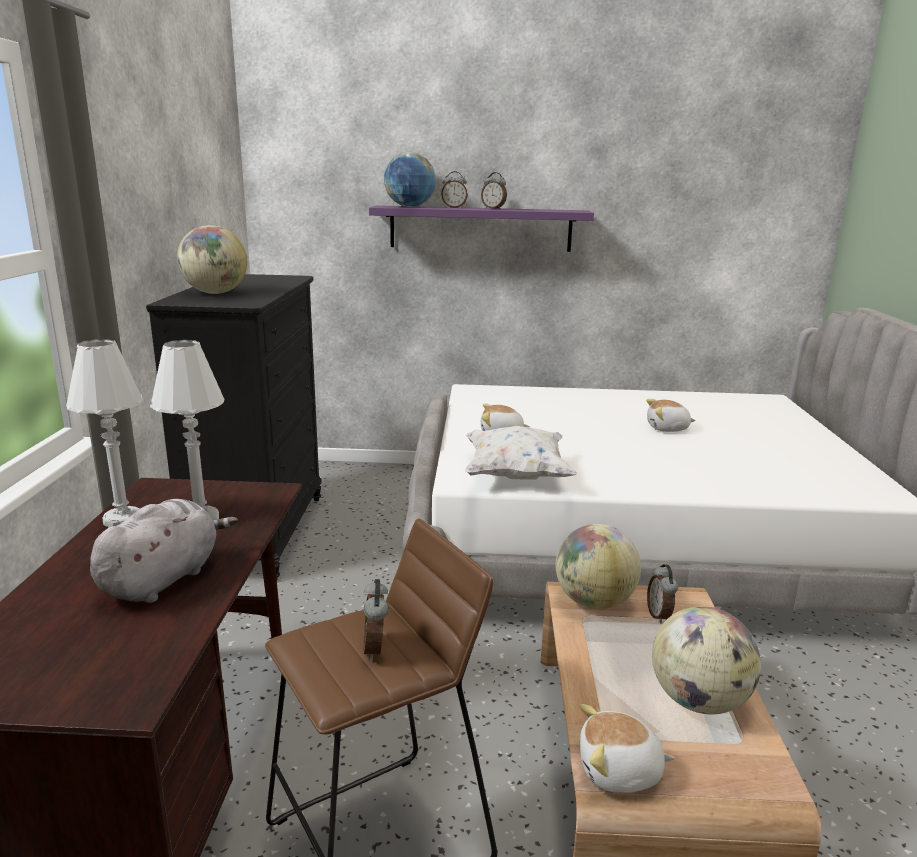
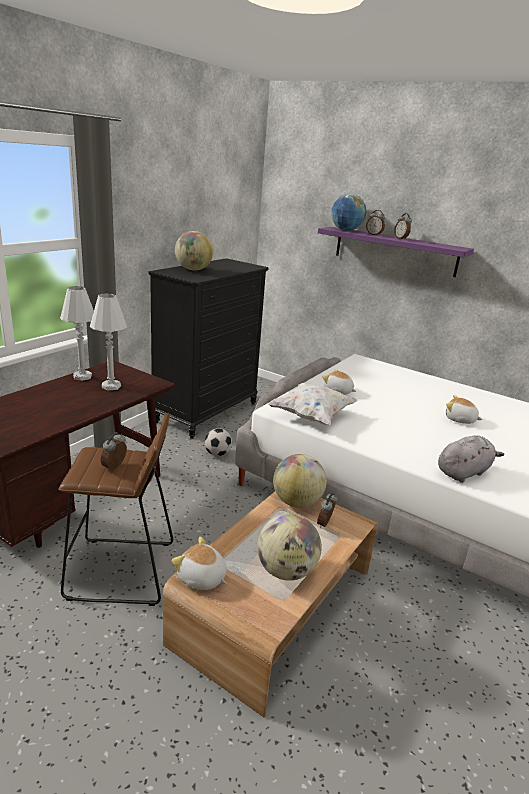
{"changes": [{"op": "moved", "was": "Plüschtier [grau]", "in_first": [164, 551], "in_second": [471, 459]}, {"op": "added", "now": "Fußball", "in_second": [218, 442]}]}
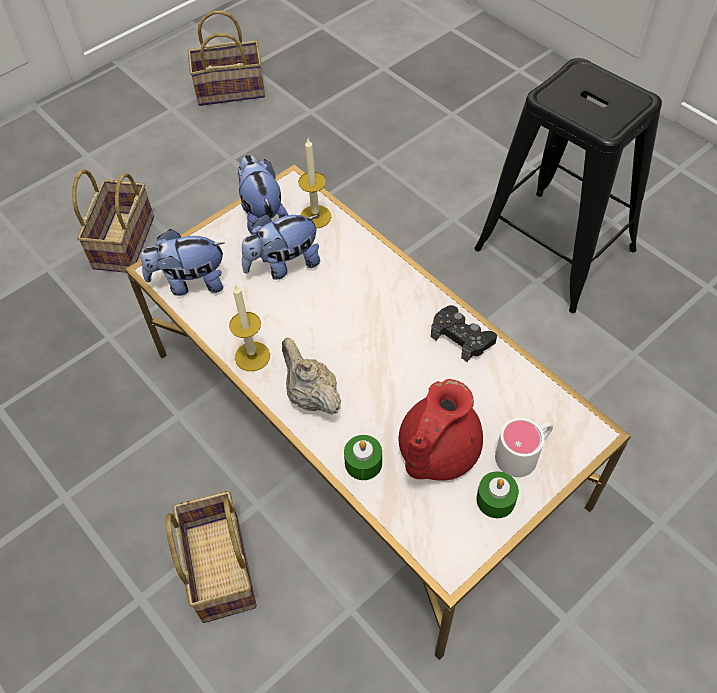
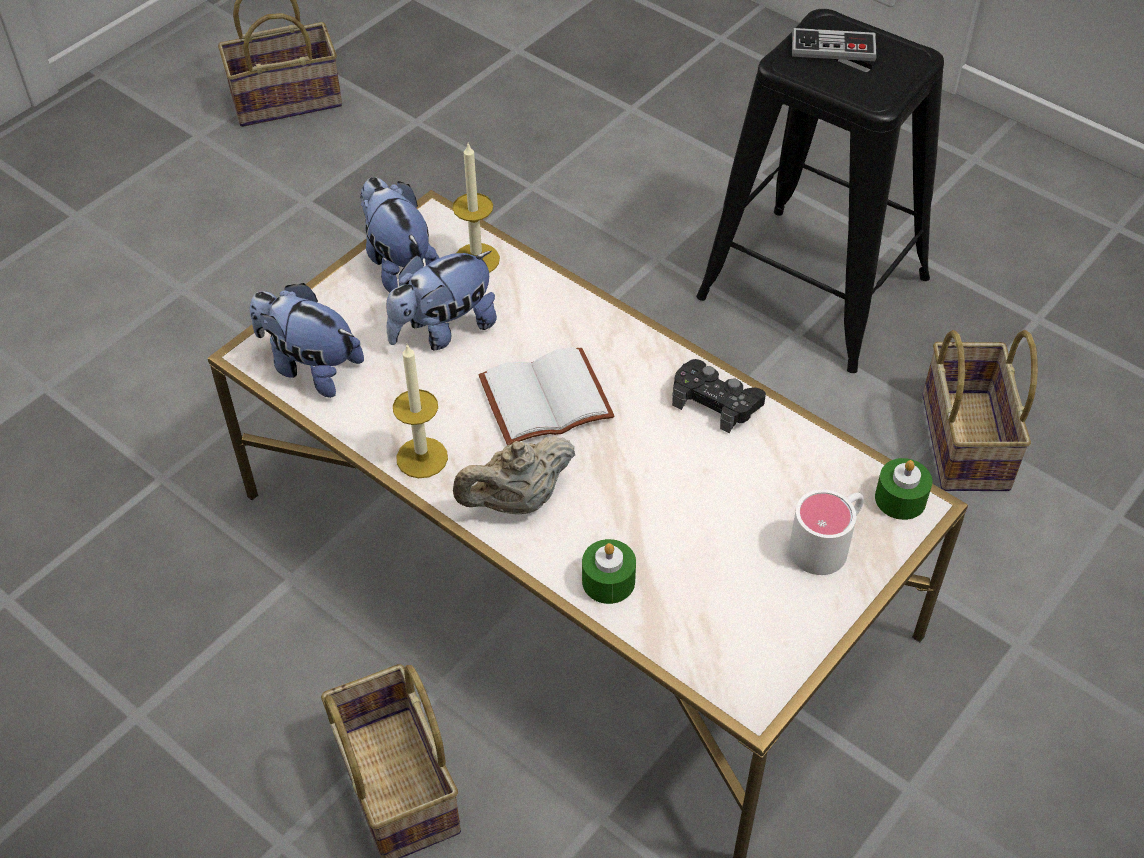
{"changes": [{"op": "moved", "was": "Korb", "in_first": [113, 221], "in_second": [980, 410]}, {"op": "turned", "was": "Plüschtier", "in_first": [182, 262], "in_second": [307, 340], "clockwise": 45}, {"op": "turned", "was": "Teekanne [beige]", "in_first": [311, 376], "in_second": [514, 475], "clockwise": -75}, {"op": "removed", "was": "Teekanne [rot]", "in_first": [441, 430]}, {"op": "moved", "was": "Kerze [grün]", "in_first": [497, 494], "in_second": [903, 489]}, {"op": "added", "now": "Gamepad", "in_second": [834, 44]}, {"op": "added", "now": "Buch [weiß]", "in_second": [546, 396]}]}
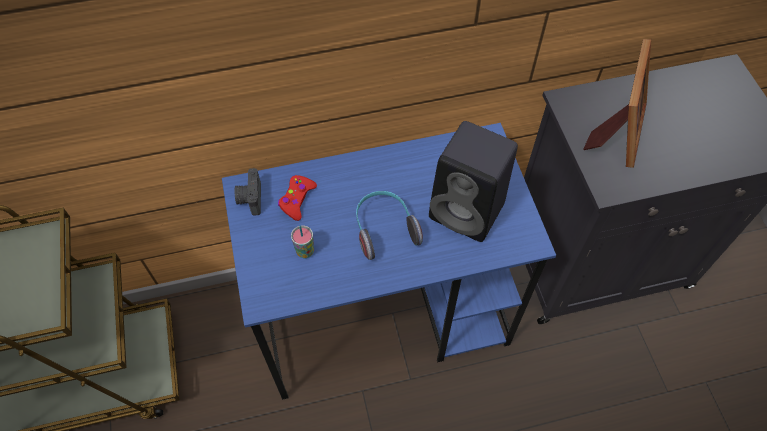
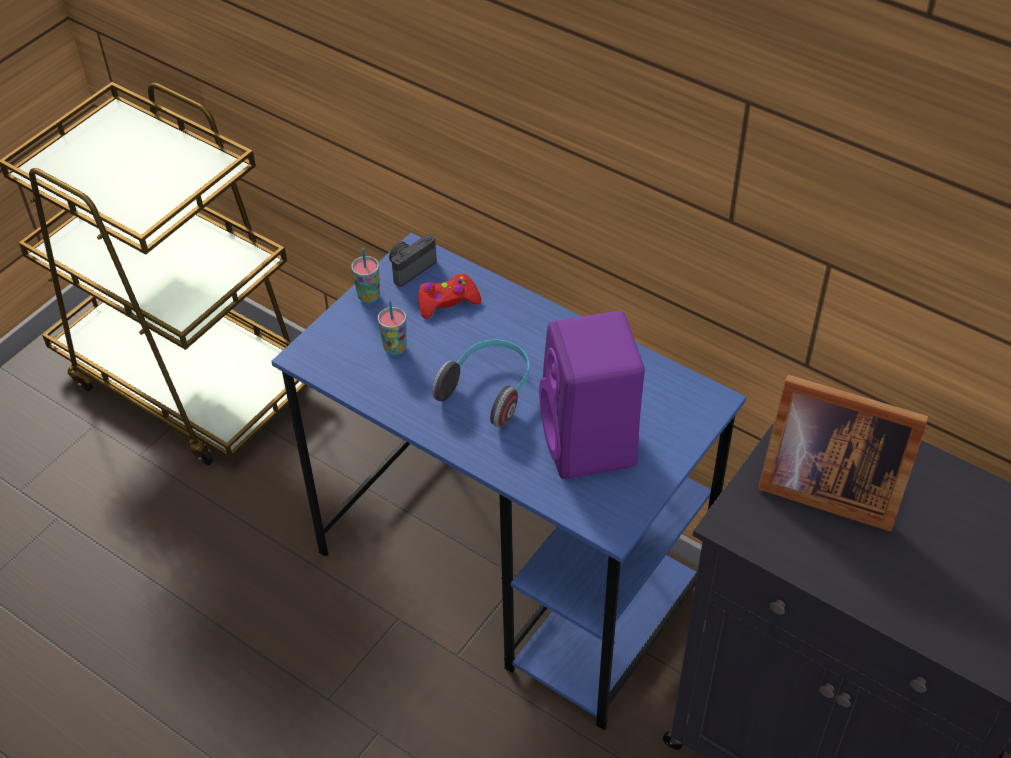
{"changes": [{"op": "turned", "was": "Bilderrahmen", "in_first": [617, 103], "in_second": [843, 453], "clockwise": 45}, {"op": "recoloured", "was": "Lautsprecher [schwarz]", "now": "Lautsprecher [lila]", "in_first": [473, 181], "in_second": [592, 395]}, {"op": "added", "now": "Tasse", "in_second": [365, 276]}]}
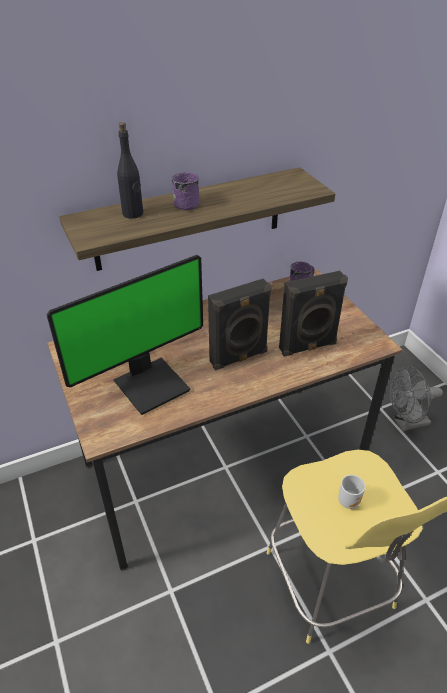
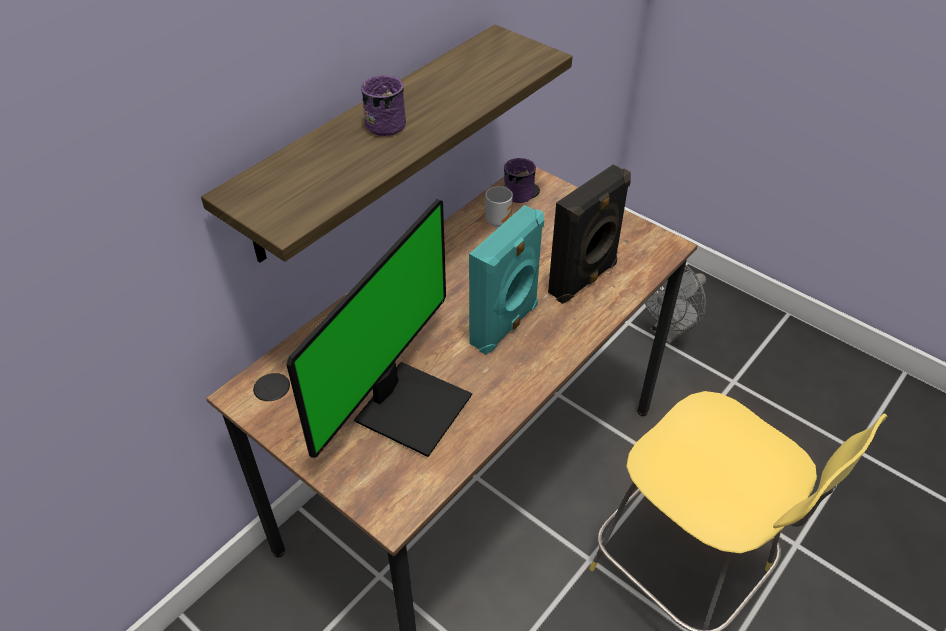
{"changes": [{"op": "removed", "was": "Flasche [schwarz]", "in_first": [130, 170]}, {"op": "recoloured", "was": "Lautsprecher [schwarz]", "now": "Lautsprecher [türkis]", "in_first": [240, 324], "in_second": [506, 280]}, {"op": "moved", "was": "Henkelbecher", "in_first": [351, 492], "in_second": [499, 206]}]}
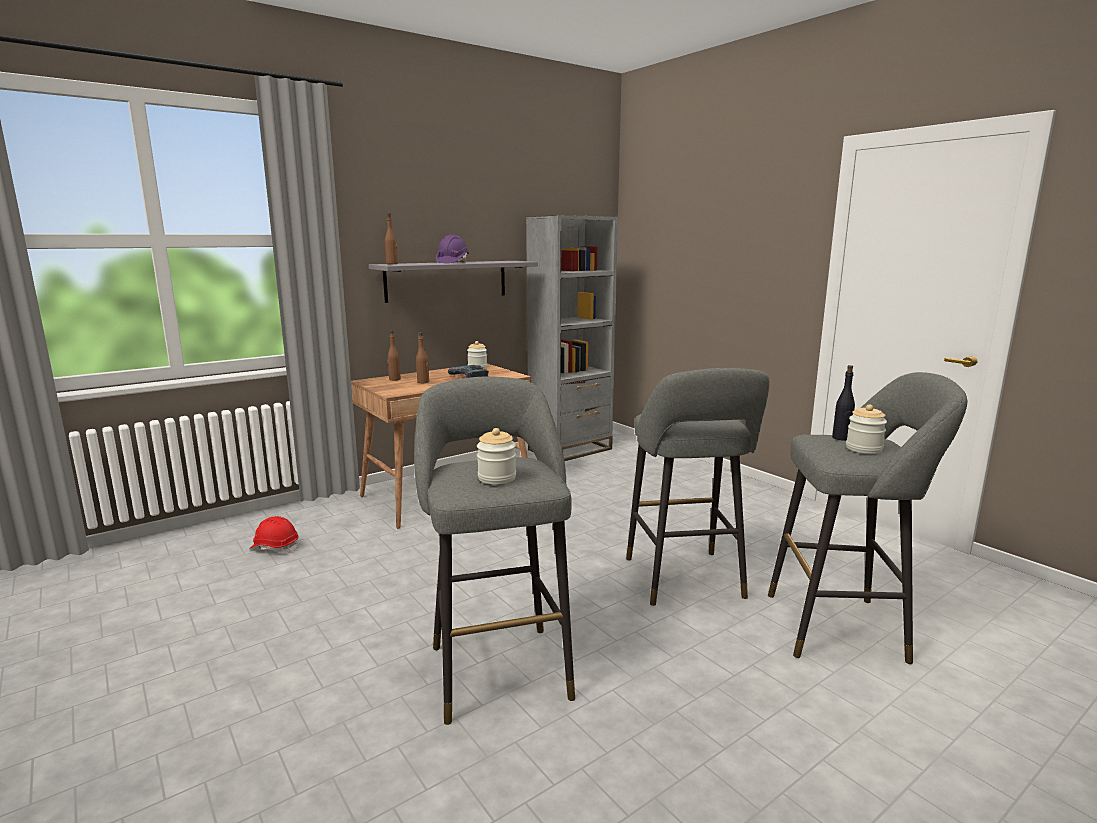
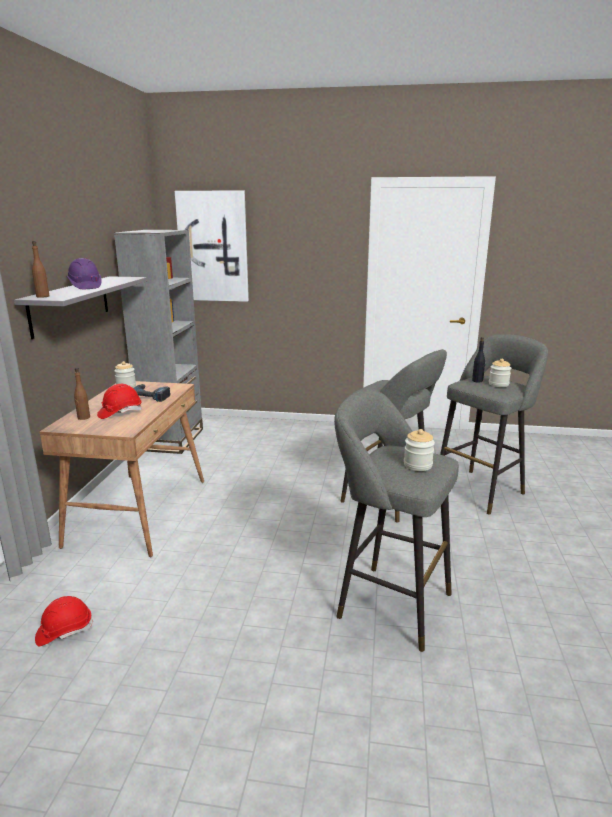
{"changes": [{"op": "replaced", "was": "Flasche [braun]", "now": "Schutzhelm [rot]", "in_first": [422, 357], "in_second": [119, 401]}, {"op": "added", "now": "Bild", "in_second": [212, 246]}]}
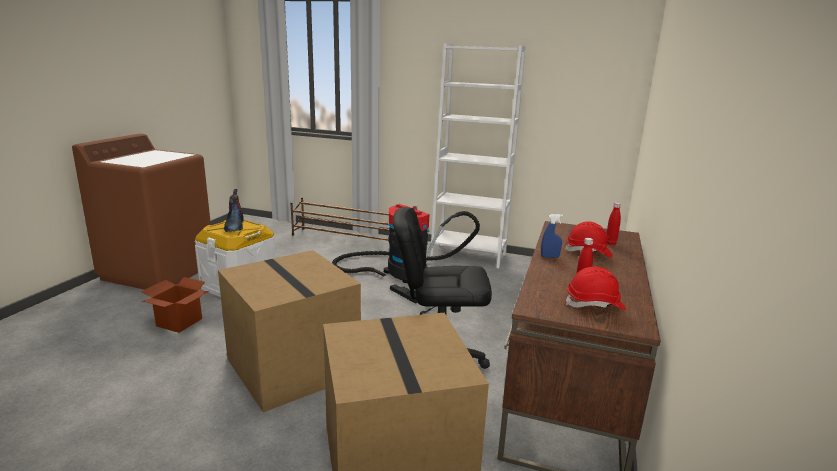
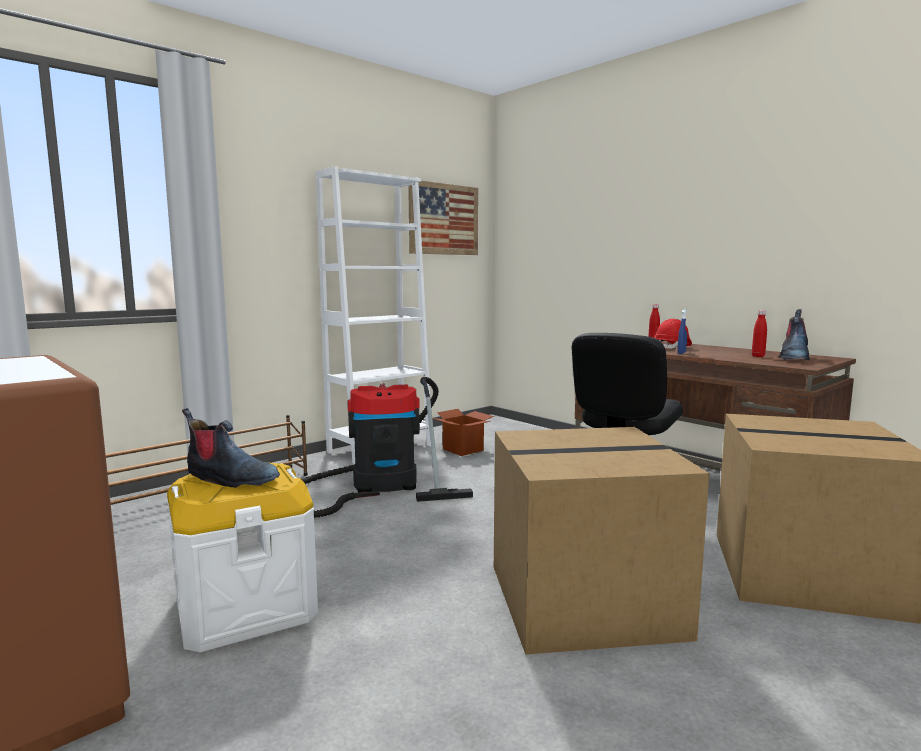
{"changes": [{"op": "replaced", "was": "Schutzhelm [rot]", "now": "Stiefel", "in_first": [596, 288], "in_second": [794, 334]}, {"op": "moved", "was": "Karton", "in_first": [175, 305], "in_second": [463, 432]}, {"op": "added", "now": "Bild", "in_second": [443, 218]}]}
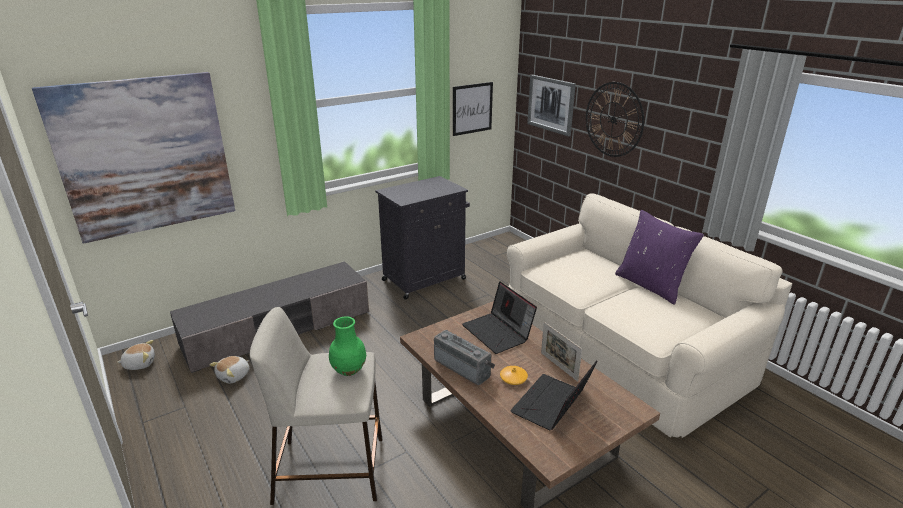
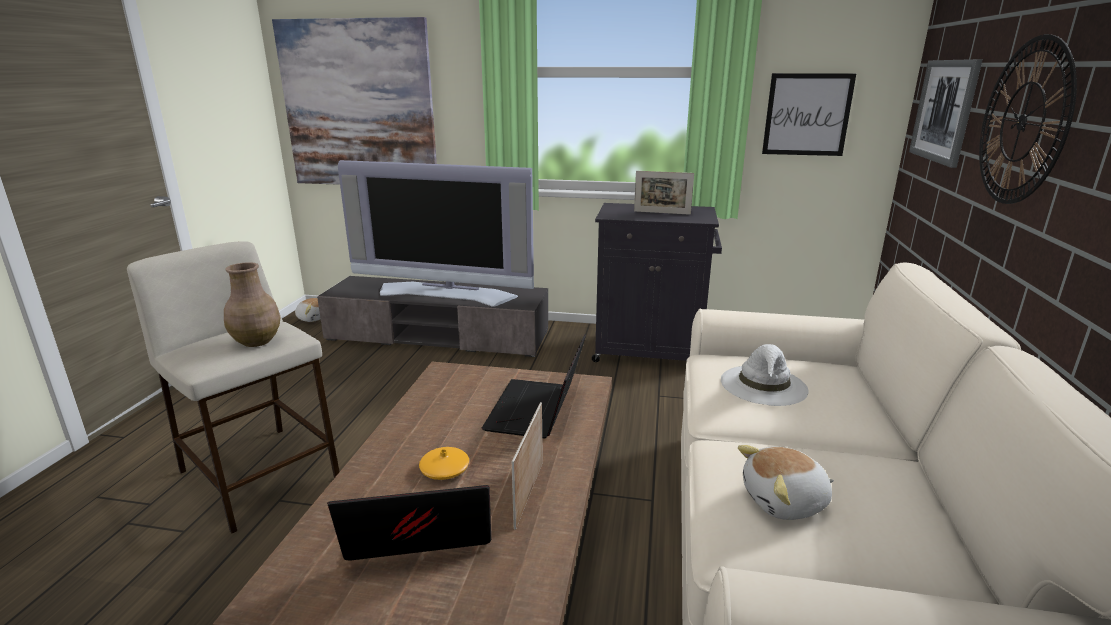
{"changes": [{"op": "removed", "was": "Kissen [lila]", "in_first": [659, 257]}, {"op": "recoloured", "was": "Vase [grün]", "now": "Vase [braun]", "in_first": [347, 346], "in_second": [252, 304]}, {"op": "removed", "was": "Radio", "in_first": [464, 357]}, {"op": "moved", "was": "Plüschtier", "in_first": [229, 369], "in_second": [786, 482]}, {"op": "added", "now": "Fernseher", "in_second": [436, 233]}, {"op": "added", "now": "Bilderrahmen", "in_second": [664, 193]}, {"op": "added", "now": "Hut [weiß]", "in_second": [765, 375]}]}
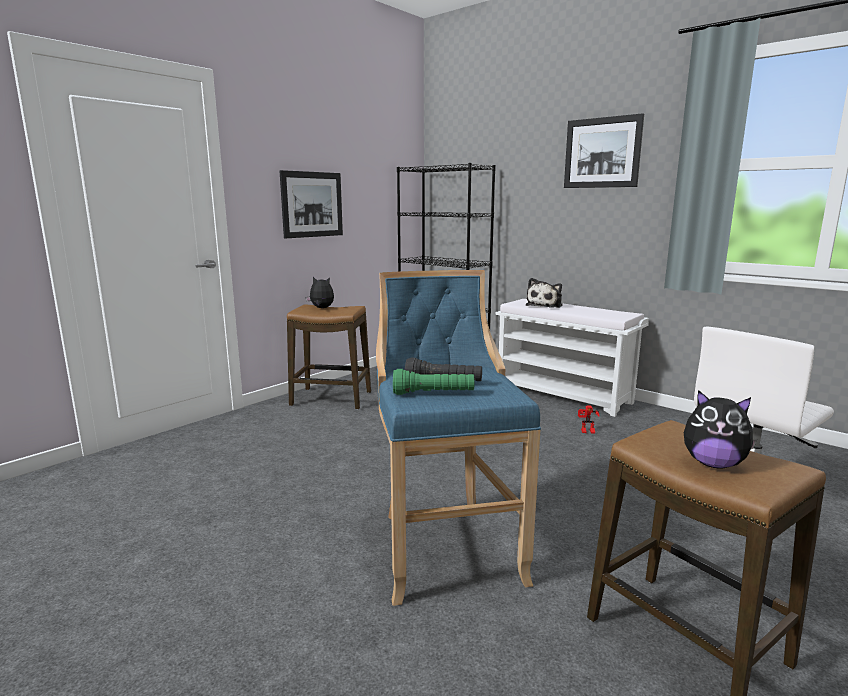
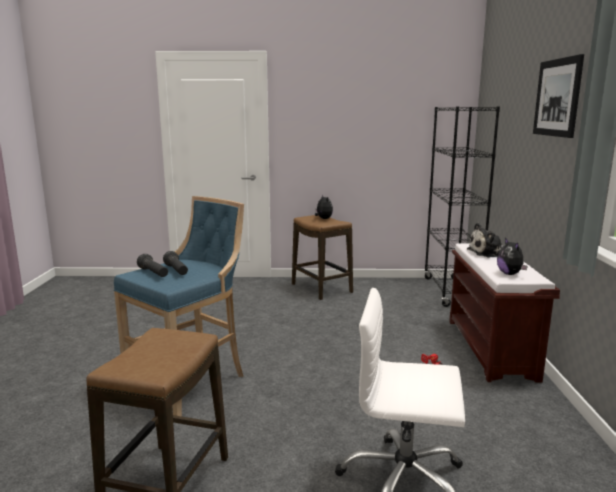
{"changes": [{"op": "removed", "was": "Bild", "in_first": [311, 204]}, {"op": "recoloured", "was": "Bank [weiß]", "now": "Bank [braun]", "in_first": [572, 358], "in_second": [504, 313]}, {"op": "recoloured", "was": "Taschenlampe [grün]", "now": "Taschenlampe [schwarz]", "in_first": [434, 382], "in_second": [152, 265]}, {"op": "moved", "was": "Plüschtier", "in_first": [720, 429], "in_second": [512, 256]}]}
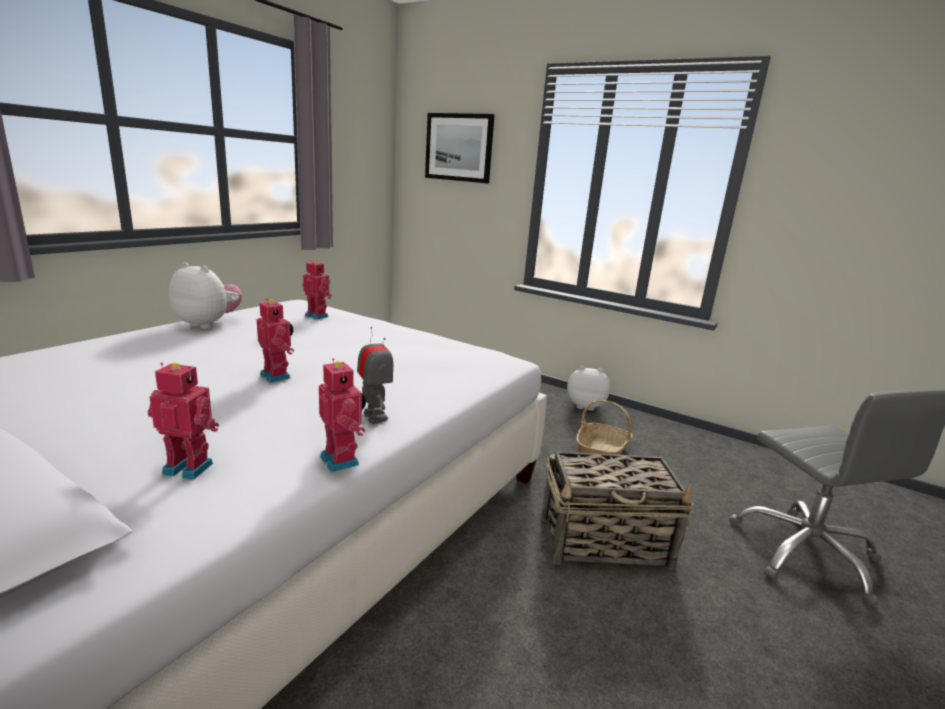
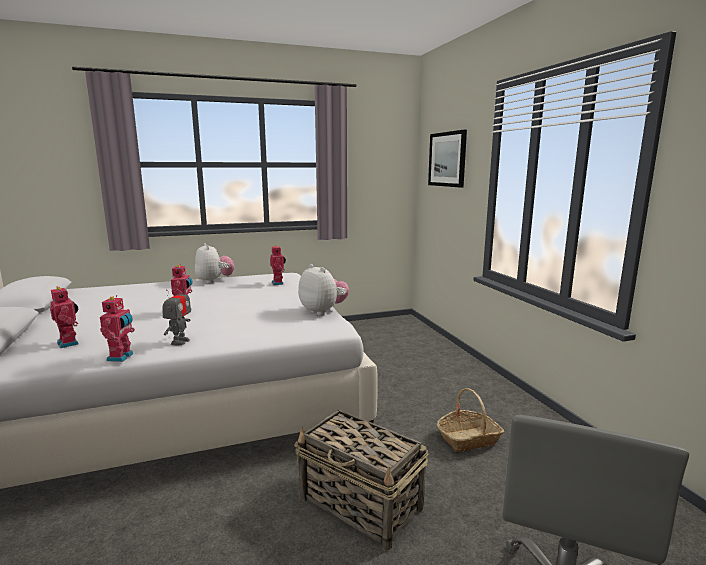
{"changes": [{"op": "moved", "was": "Plüschtier", "in_first": [588, 388], "in_second": [323, 289]}]}
